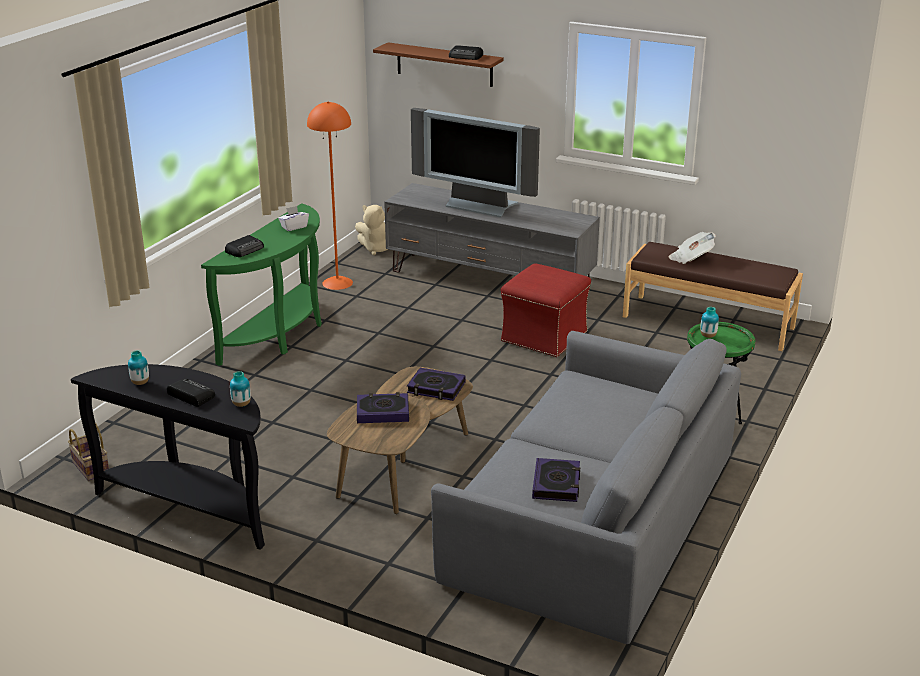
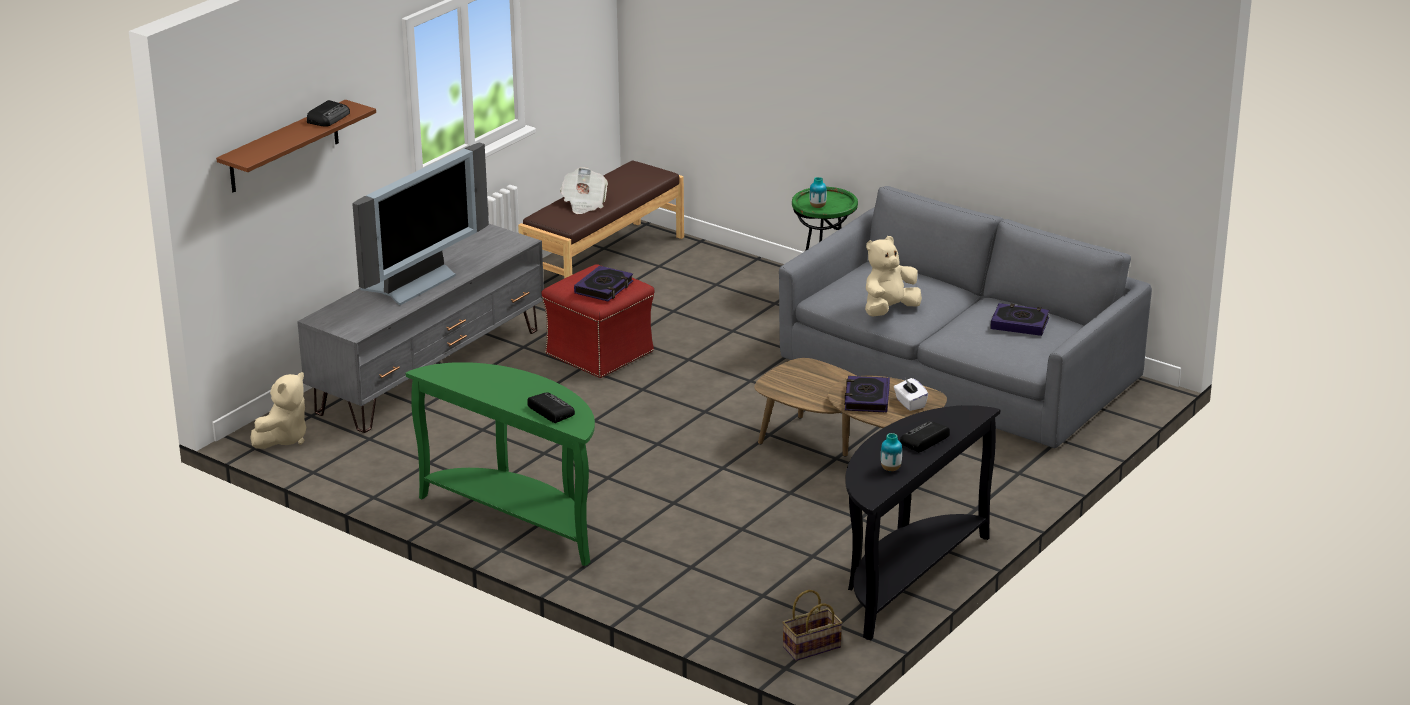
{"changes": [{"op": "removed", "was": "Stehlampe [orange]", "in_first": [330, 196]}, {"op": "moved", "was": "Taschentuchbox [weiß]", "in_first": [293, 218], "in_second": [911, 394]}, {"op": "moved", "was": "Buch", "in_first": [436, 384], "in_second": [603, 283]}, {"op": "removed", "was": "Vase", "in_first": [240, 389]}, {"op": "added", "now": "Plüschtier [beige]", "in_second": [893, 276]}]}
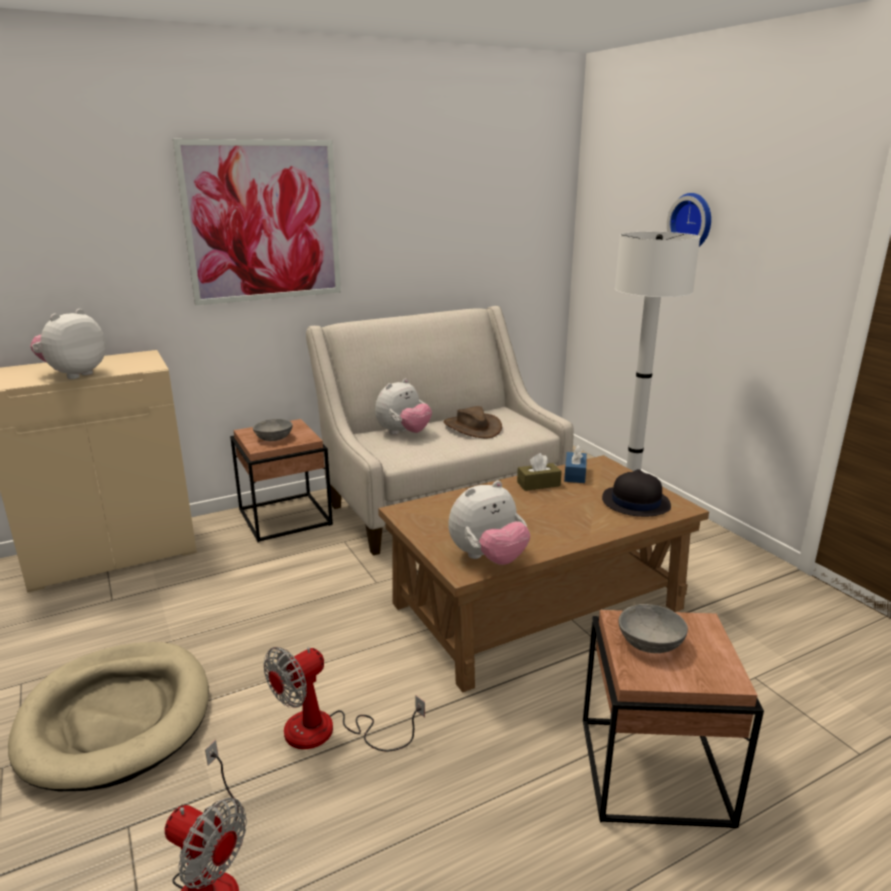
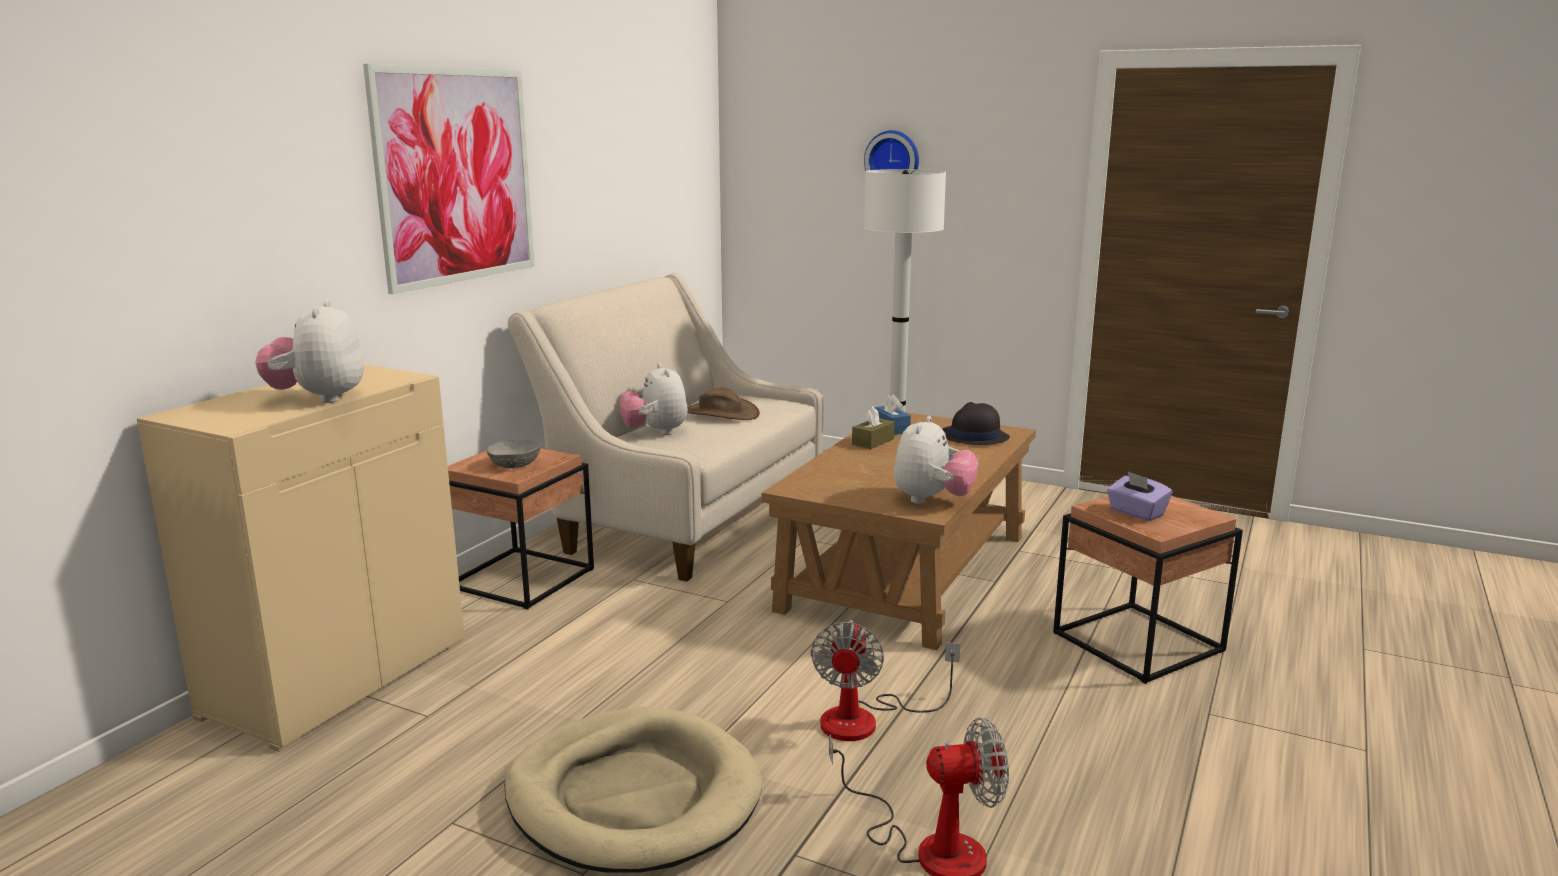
{"changes": [{"op": "turned", "was": "Plüschtier", "in_first": [403, 407], "in_second": [653, 399], "clockwise": 150}, {"op": "replaced", "was": "Schüssel [grau]", "now": "Taschentuchbox [lila]", "in_first": [653, 628], "in_second": [1139, 496]}]}
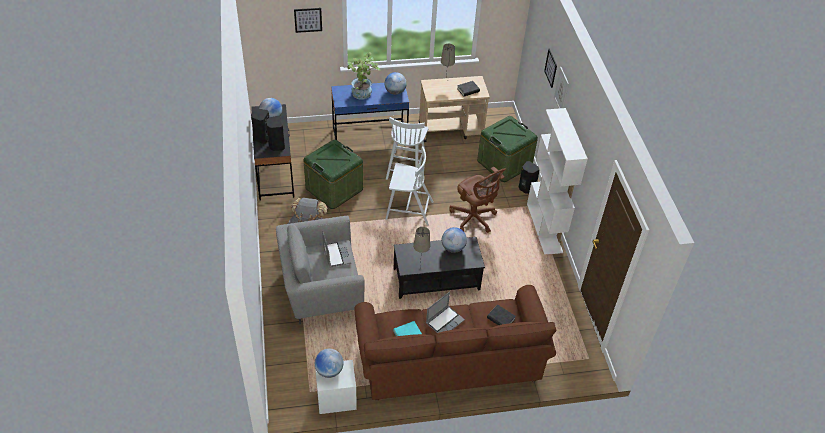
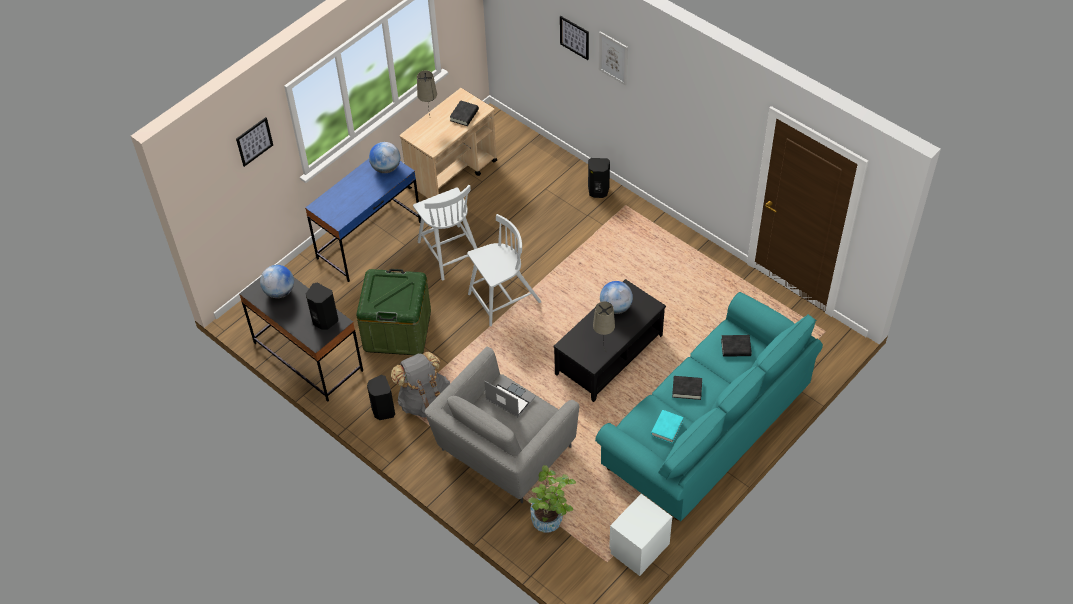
{"changes": [{"op": "moved", "was": "Topfpflanze", "in_first": [364, 76], "in_second": [552, 499]}, {"op": "removed", "was": "Bücherregal [weiß]", "in_first": [557, 181]}, {"op": "moved", "was": "Lautsprecher [schwarz]", "in_first": [260, 126], "in_second": [381, 397]}, {"op": "removed", "was": "Aufbewahrungsbox [grün]", "in_first": [507, 149]}, {"op": "removed", "was": "Bürostuhl [braun]", "in_first": [478, 200]}, {"op": "recoloured", "was": "Sofa [braun]", "now": "Sofa [türkis]", "in_first": [455, 343], "in_second": [709, 406]}, {"op": "replaced", "was": "Laptop", "now": "Buch [schwarz]", "in_first": [445, 312], "in_second": [687, 388]}, {"op": "removed", "was": "Globus", "in_first": [329, 363]}]}
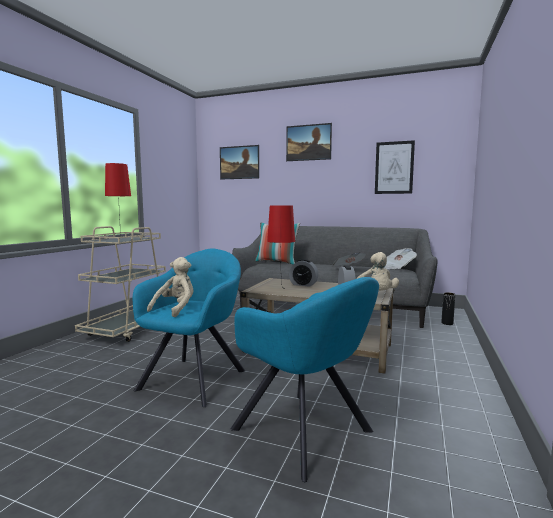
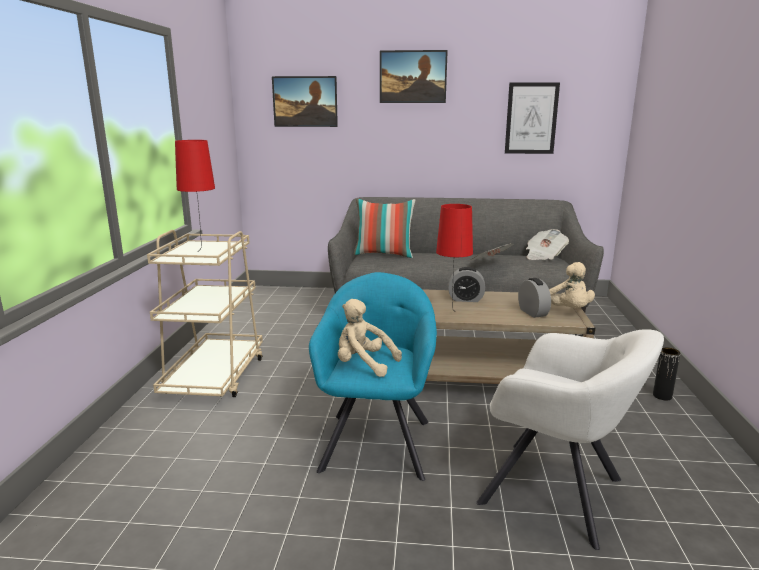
{"changes": [{"op": "turned", "was": "Plüschtier [beige]", "in_first": [170, 287], "in_second": [370, 338], "clockwise": -75}, {"op": "recoloured", "was": "Sessel [türkis]", "now": "Sessel [weiß]", "in_first": [304, 379], "in_second": [570, 439]}, {"op": "moved", "was": "Vase [schwarz]", "in_first": [448, 308], "in_second": [666, 374]}]}
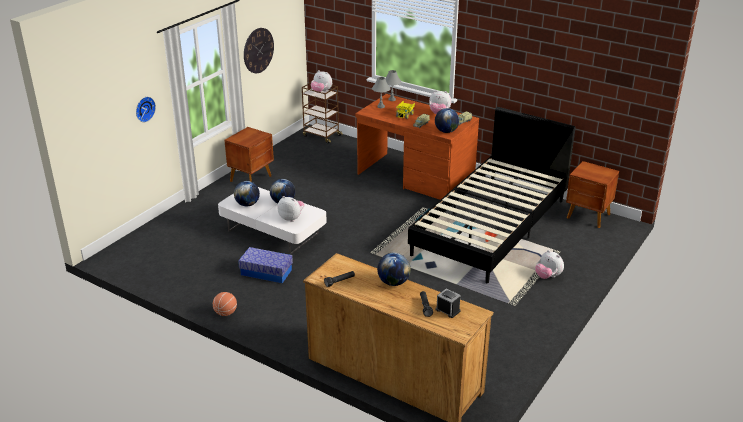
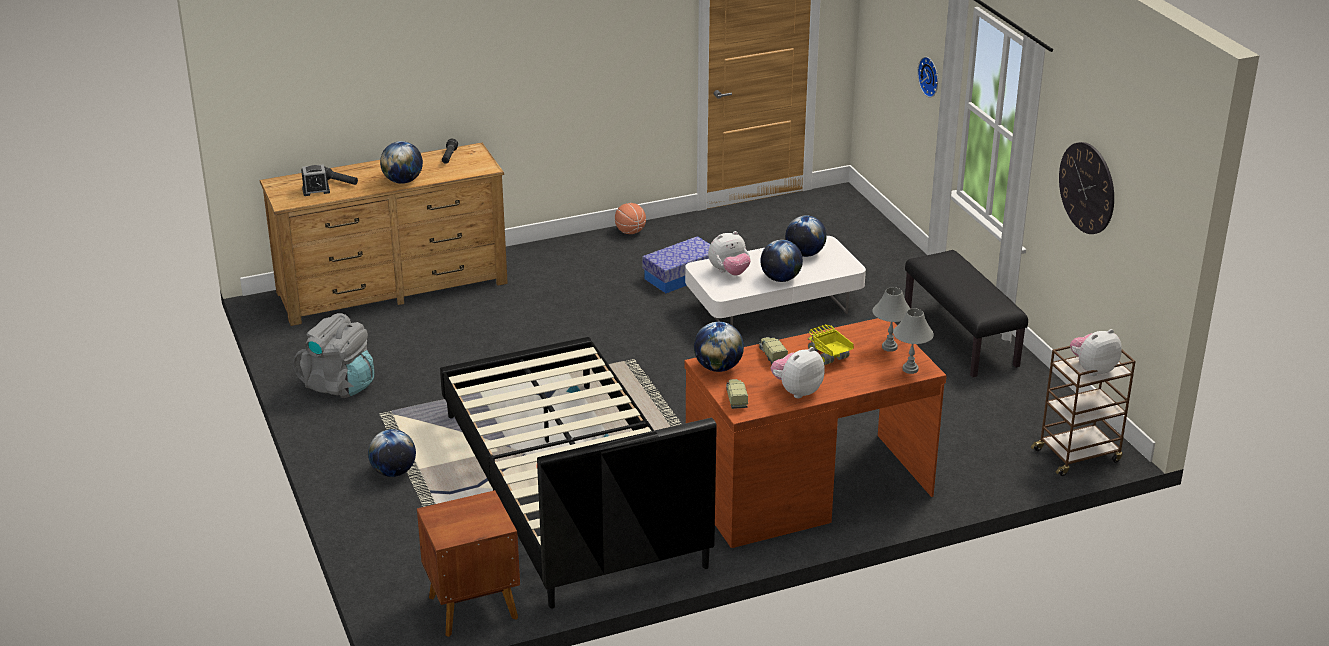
{"changes": [{"op": "replaced", "was": "Nachttisch [braun]", "now": "Bank [schwarz]", "in_first": [249, 154], "in_second": [966, 313]}, {"op": "replaced", "was": "Plüschtier", "now": "Globus", "in_first": [549, 264], "in_second": [392, 453]}, {"op": "added", "now": "Rucksack [grau]", "in_second": [334, 355]}]}
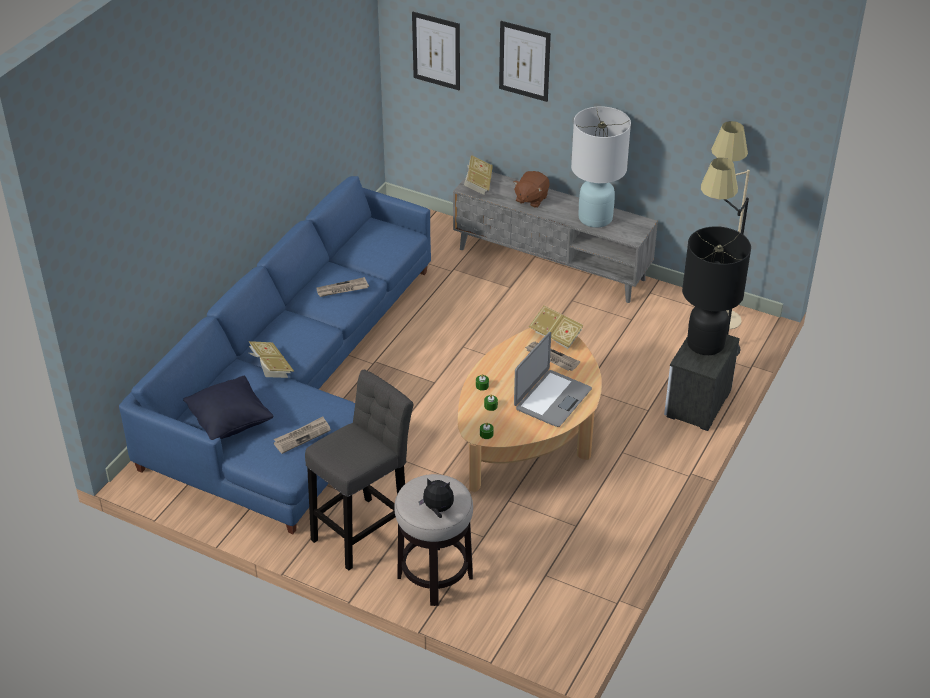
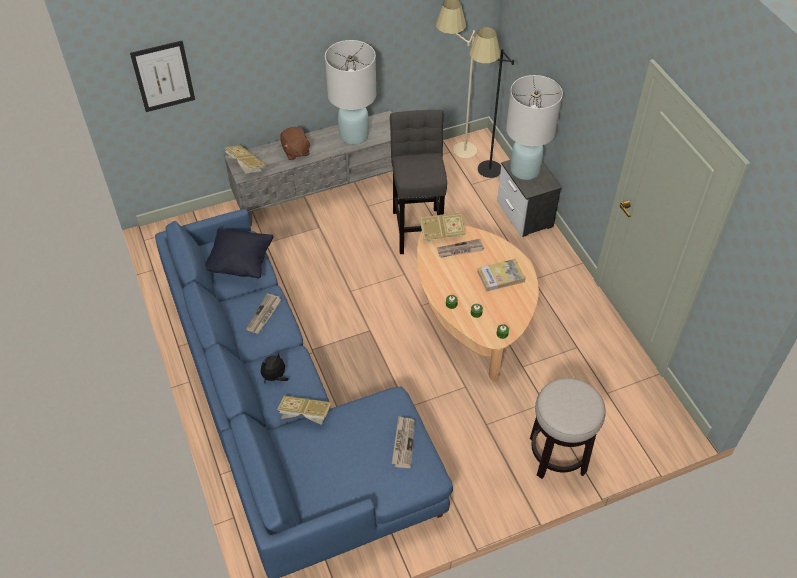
{"changes": [{"op": "removed", "was": "Bild", "in_first": [525, 61]}, {"op": "recoloured", "was": "Tischlampe [schwarz]", "now": "Tischlampe [weiß]", "in_first": [716, 290], "in_second": [534, 127]}, {"op": "replaced", "was": "Laptop", "now": "Buch", "in_first": [553, 379], "in_second": [501, 275]}, {"op": "moved", "was": "Hocker [grau]", "in_first": [359, 470], "in_second": [418, 182]}, {"op": "moved", "was": "Kissen [schwarz]", "in_first": [228, 408], "in_second": [239, 253]}, {"op": "moved", "was": "Plüschtier", "in_first": [436, 498], "in_second": [274, 368]}]}
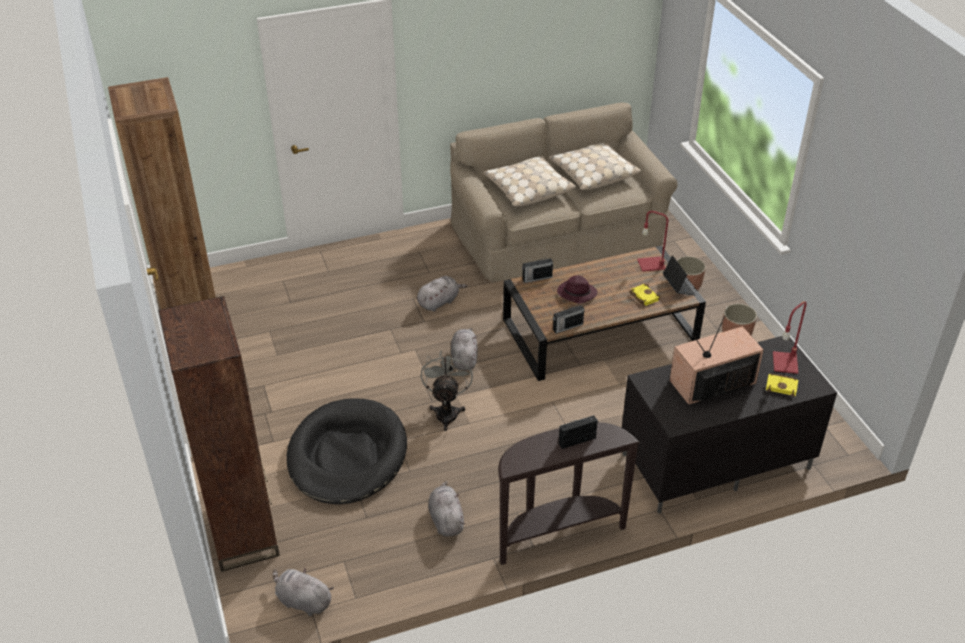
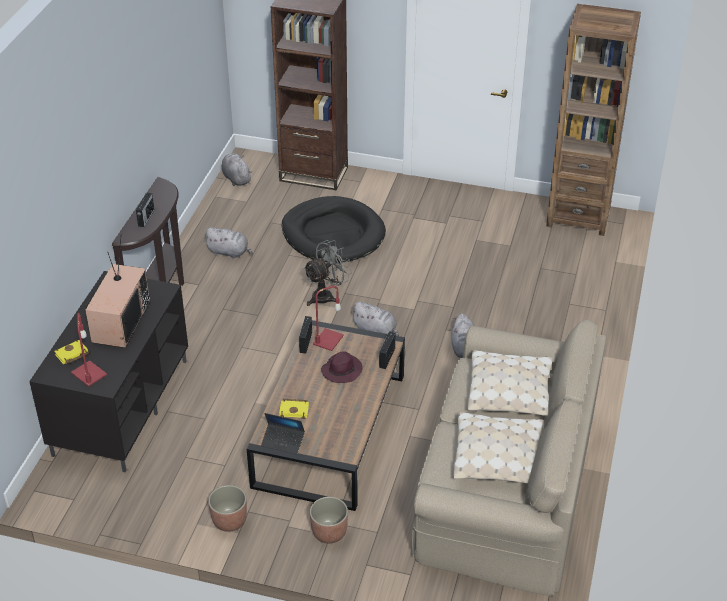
{"changes": [{"op": "moved", "was": "Tischlampe [rot]", "in_first": [652, 241], "in_second": [328, 318]}, {"op": "turned", "was": "Ventilator [grau]", "in_first": [447, 391], "in_second": [327, 273], "clockwise": -75}, {"op": "turned", "was": "Plüschtier [grau]", "in_first": [303, 591], "in_second": [237, 169], "clockwise": -90}]}
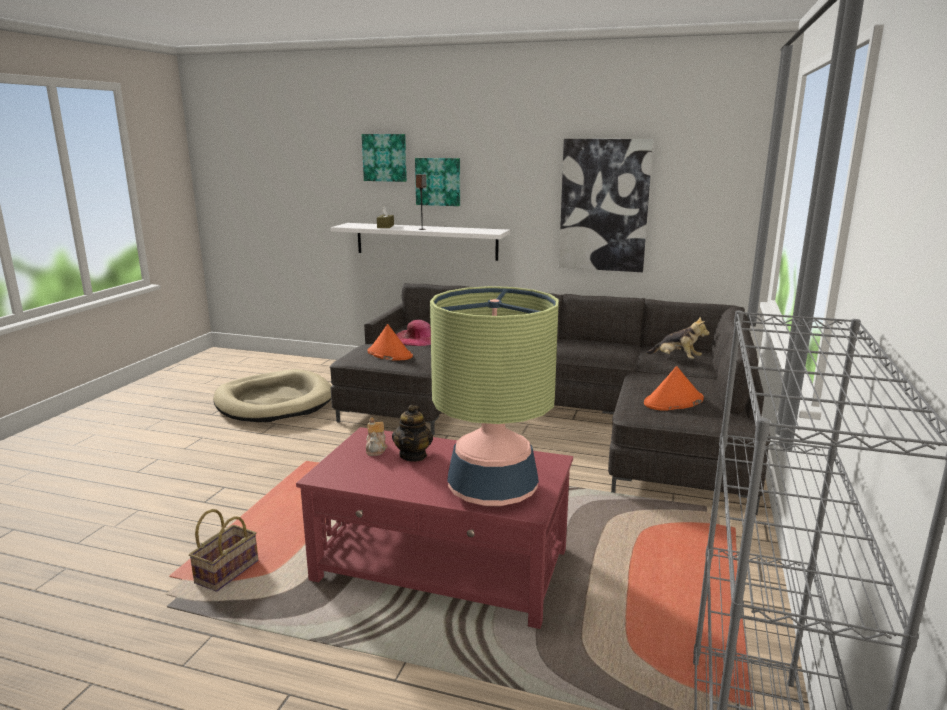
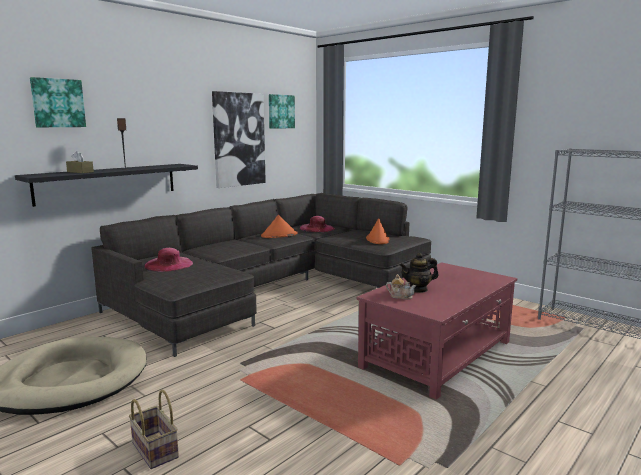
{"changes": [{"op": "moved", "was": "Bild", "in_first": [437, 182], "in_second": [282, 111]}, {"op": "recoloured", "was": "Wandregal [weiß]", "now": "Wandregal [schwarz]", "in_first": [420, 242], "in_second": [106, 185]}, {"op": "removed", "was": "Tischlampe", "in_first": [494, 396]}, {"op": "replaced", "was": "Plüschtier", "now": "Hut [rosa]", "in_first": [678, 338], "in_second": [317, 224]}, {"op": "moved", "was": "Hut [orange]", "in_first": [390, 342], "in_second": [279, 226]}, {"op": "turned", "was": "Teekanne", "in_first": [412, 433], "in_second": [419, 273], "clockwise": 135}, {"op": "moved", "was": "Korb", "in_first": [223, 550], "in_second": [154, 429]}]}
